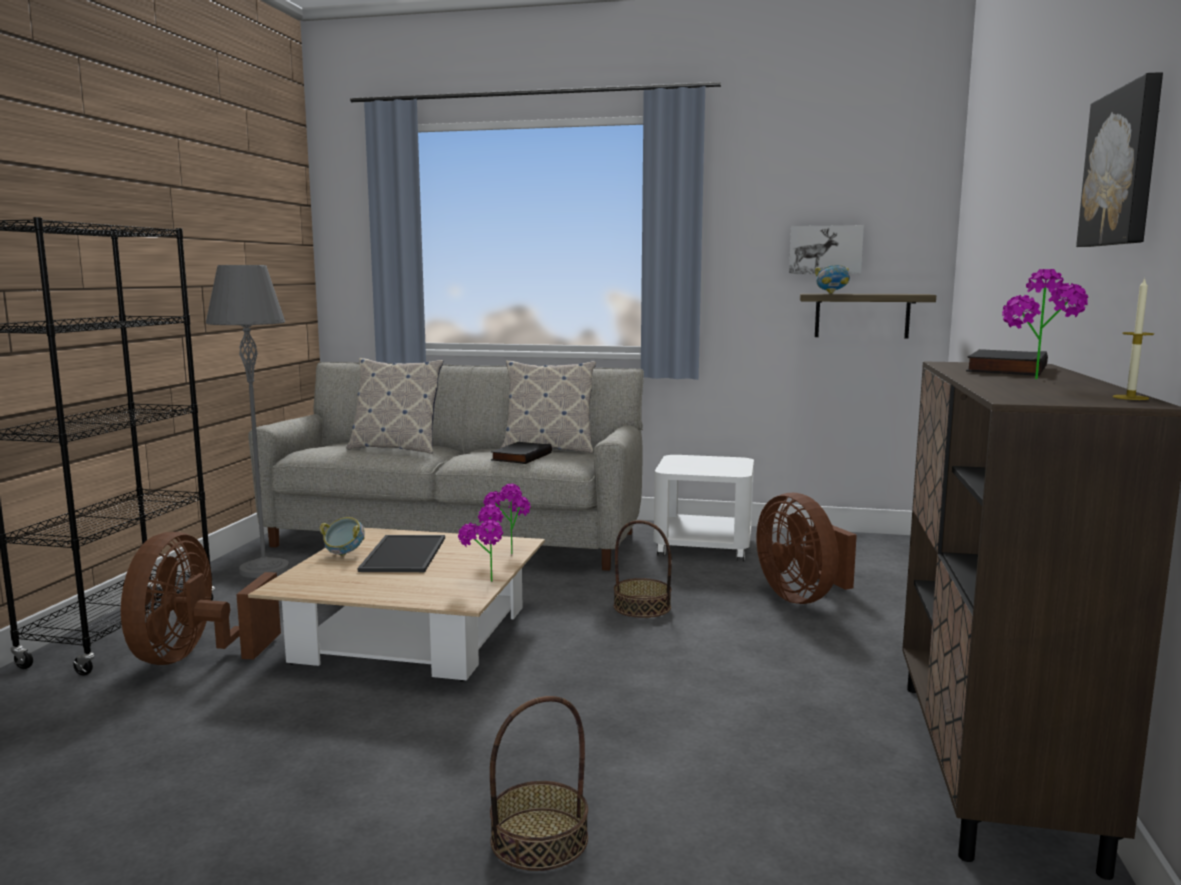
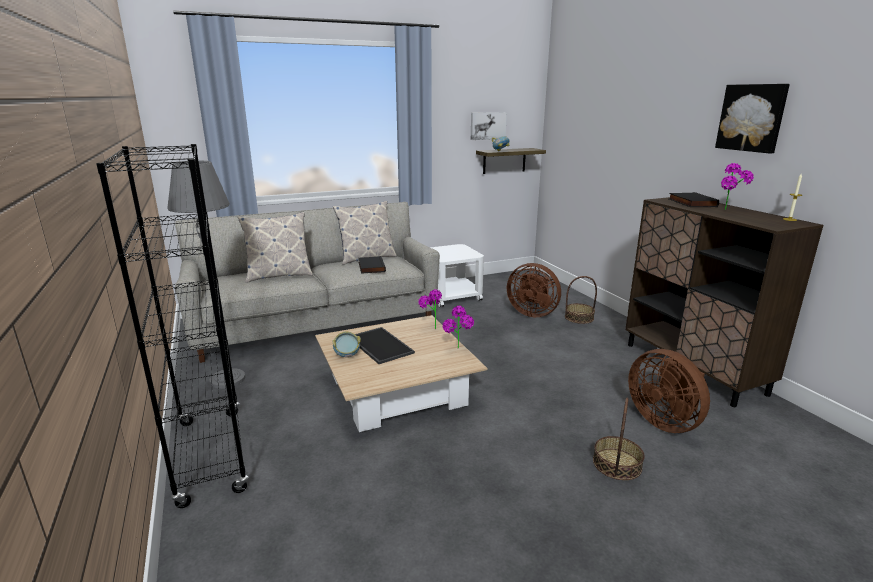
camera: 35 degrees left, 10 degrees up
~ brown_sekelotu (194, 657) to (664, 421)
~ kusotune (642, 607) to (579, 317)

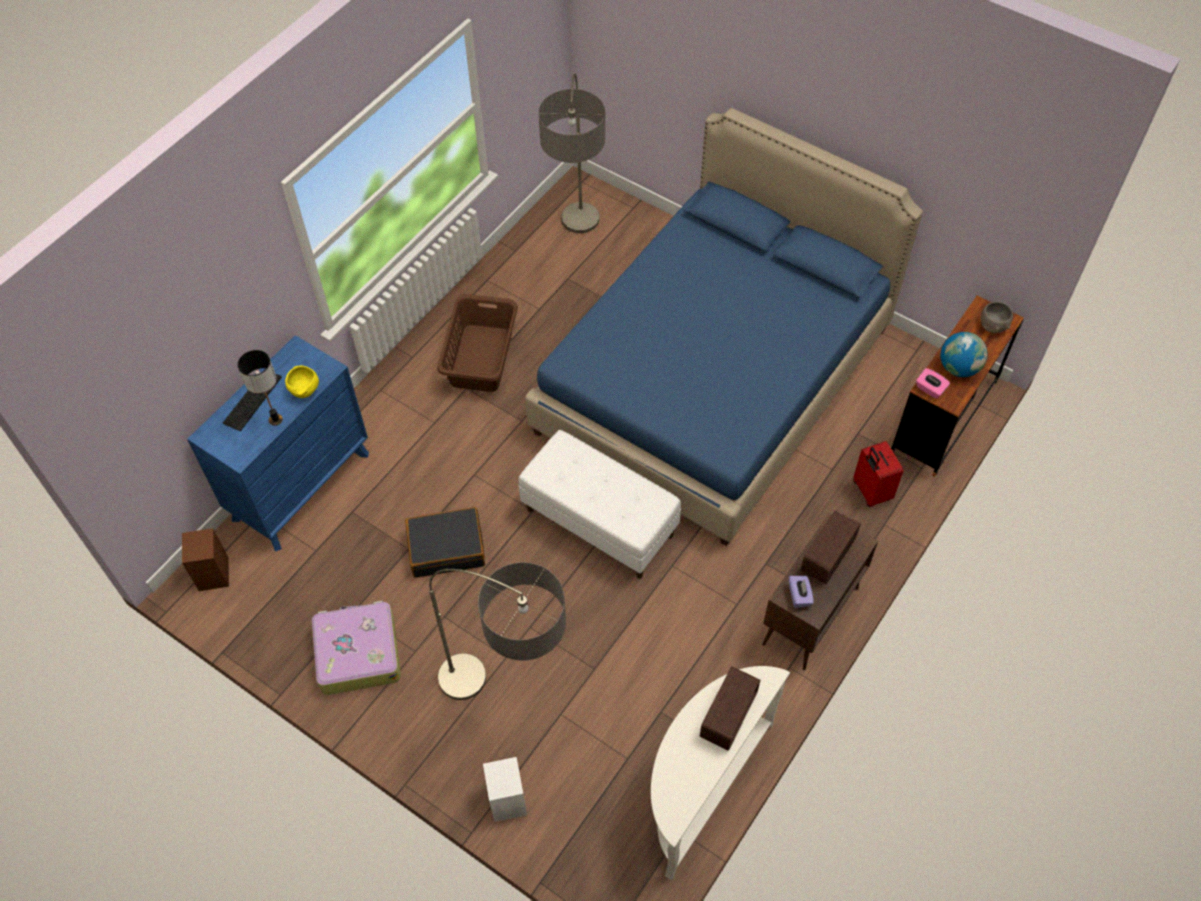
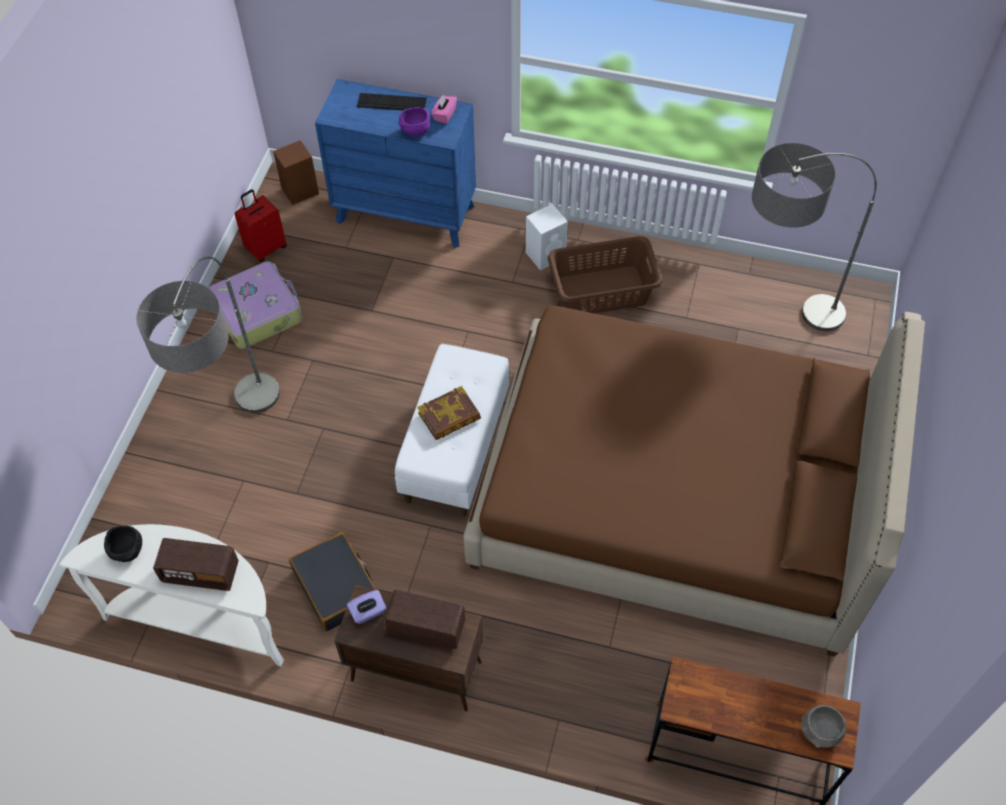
camera: 70 degrees right, 0 degrees up
- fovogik (275, 420)
~ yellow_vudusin (305, 391) to purple_vudusin (415, 132)
~ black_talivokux (446, 548) to (337, 587)
~ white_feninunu (507, 799) to (546, 254)
~ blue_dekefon (713, 380) to brown_dekefon (674, 498)
~ red_talivokux (870, 491) to (266, 248)
~ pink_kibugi (930, 389) to (444, 115)
- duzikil (958, 368)
+ black_vudusin (128, 551)
+ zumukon (449, 417)

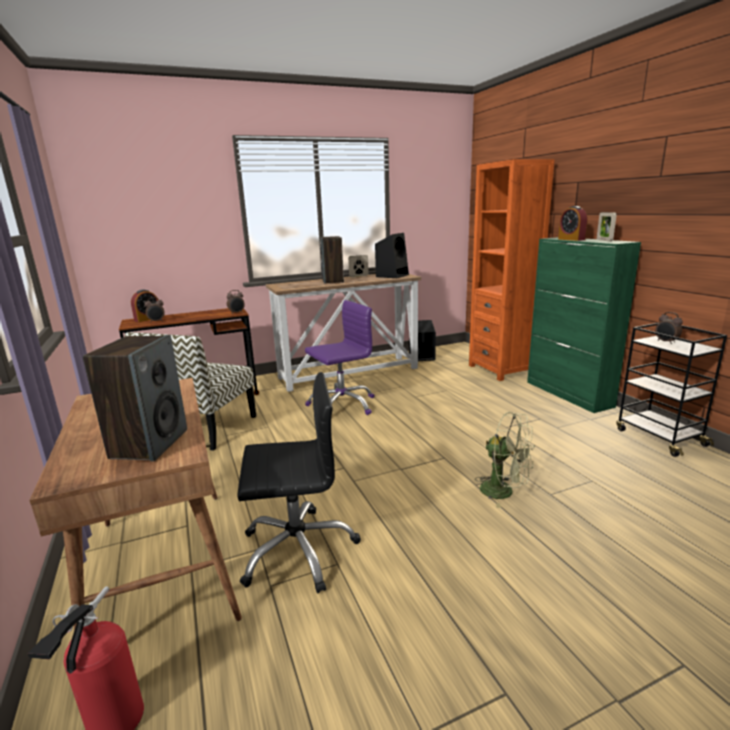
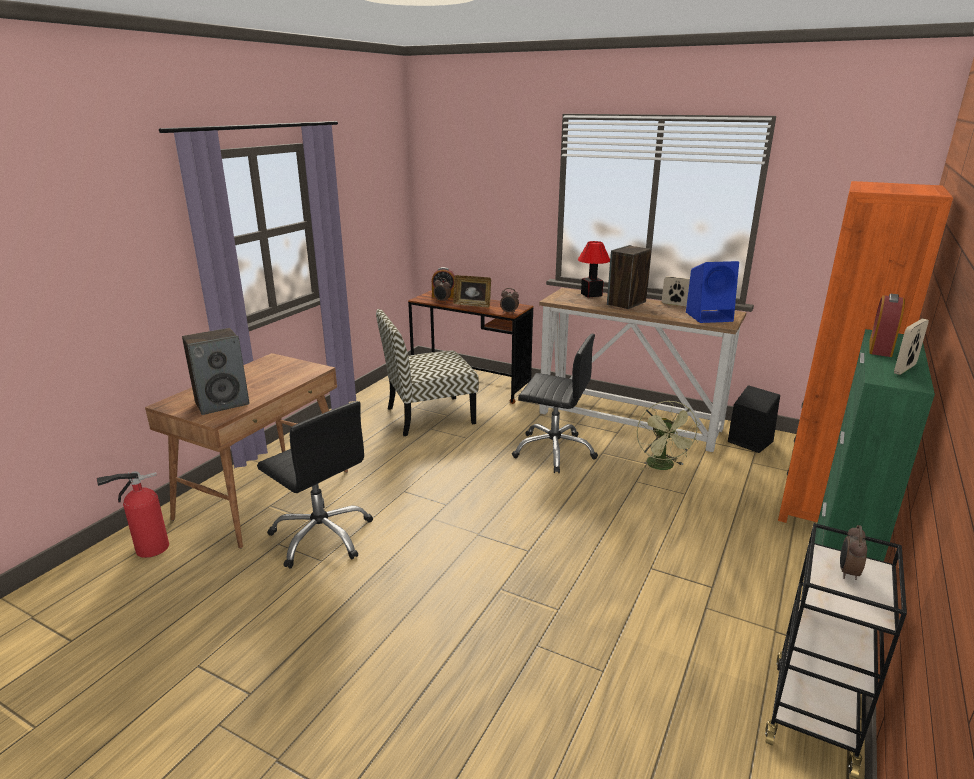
camera: 50 degrees right, 5 degrees up
~ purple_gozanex (342, 405) to black_gozanex (554, 451)
~ black_feninunu (392, 275) to blue_feninunu (710, 316)
~ green_sekelotu (504, 492) to (663, 467)
+ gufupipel (472, 305)
+ fovogik (591, 295)

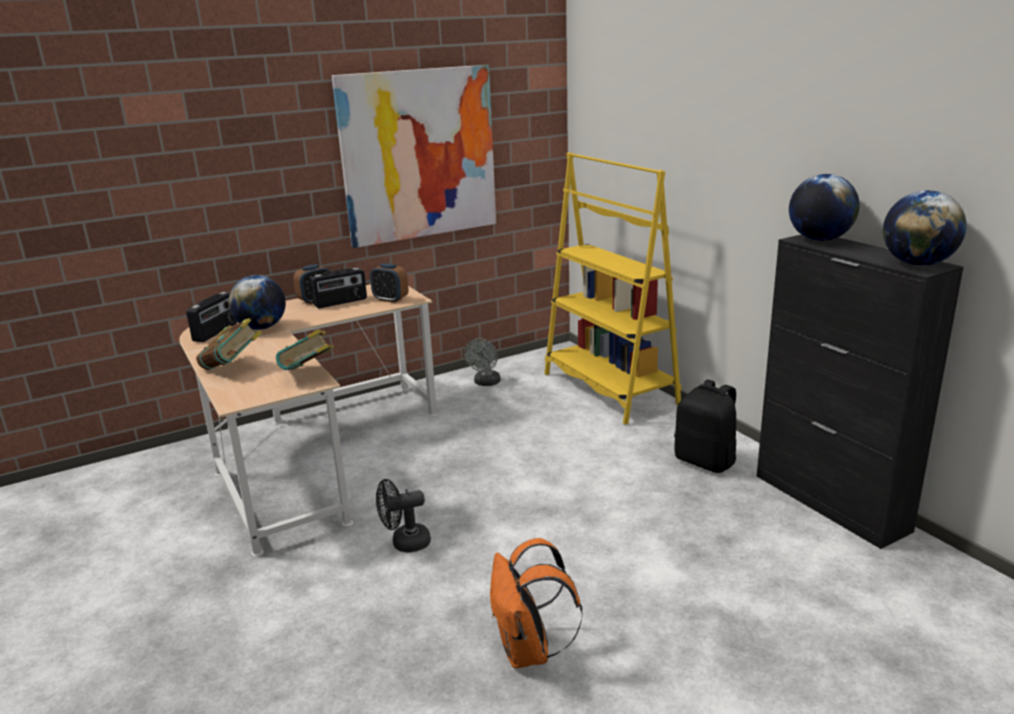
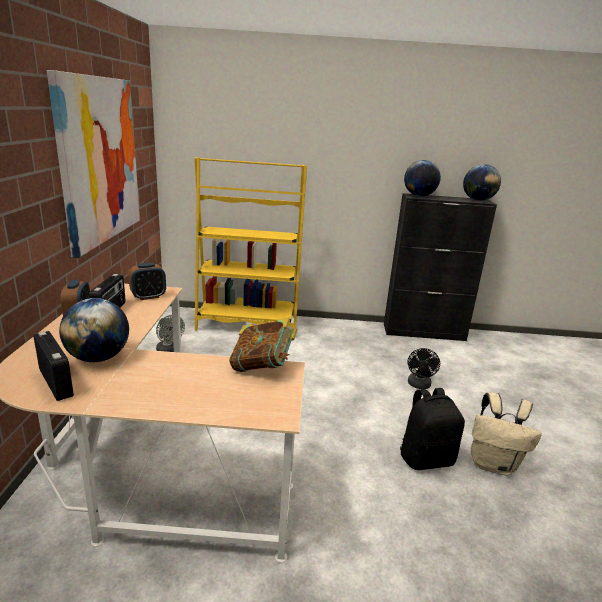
camera: 60 degrees left, 0 degrees up
- zumukon (233, 368)
~ black_sekelotu (405, 543) to (419, 385)
~ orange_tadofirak (529, 651) to beige_tadofirak (493, 464)
~ black_tadofirak (706, 461) to (426, 458)

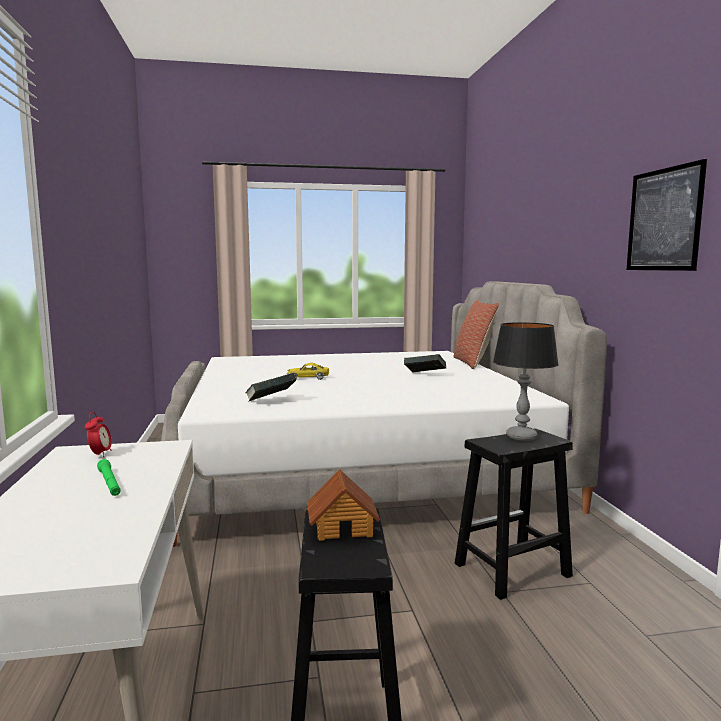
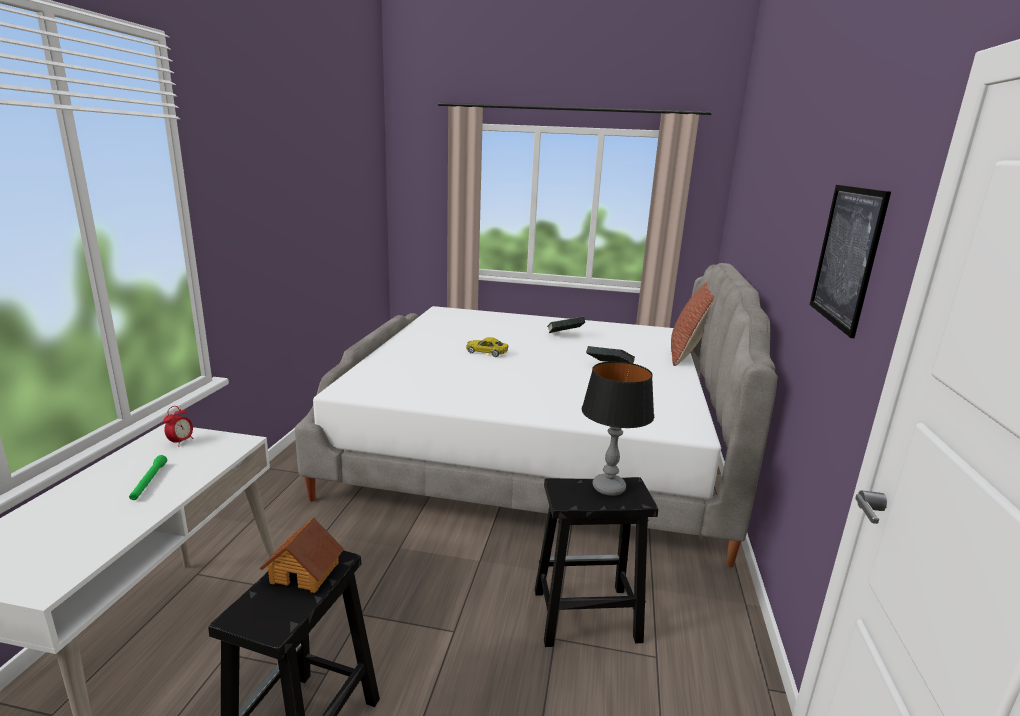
camera: 20 degrees right, 10 degrees up
~ zumukon (271, 401) to (564, 335)

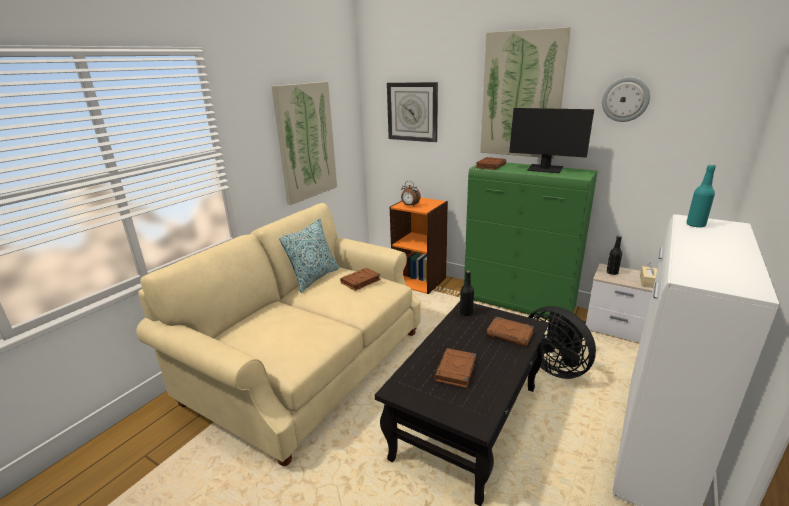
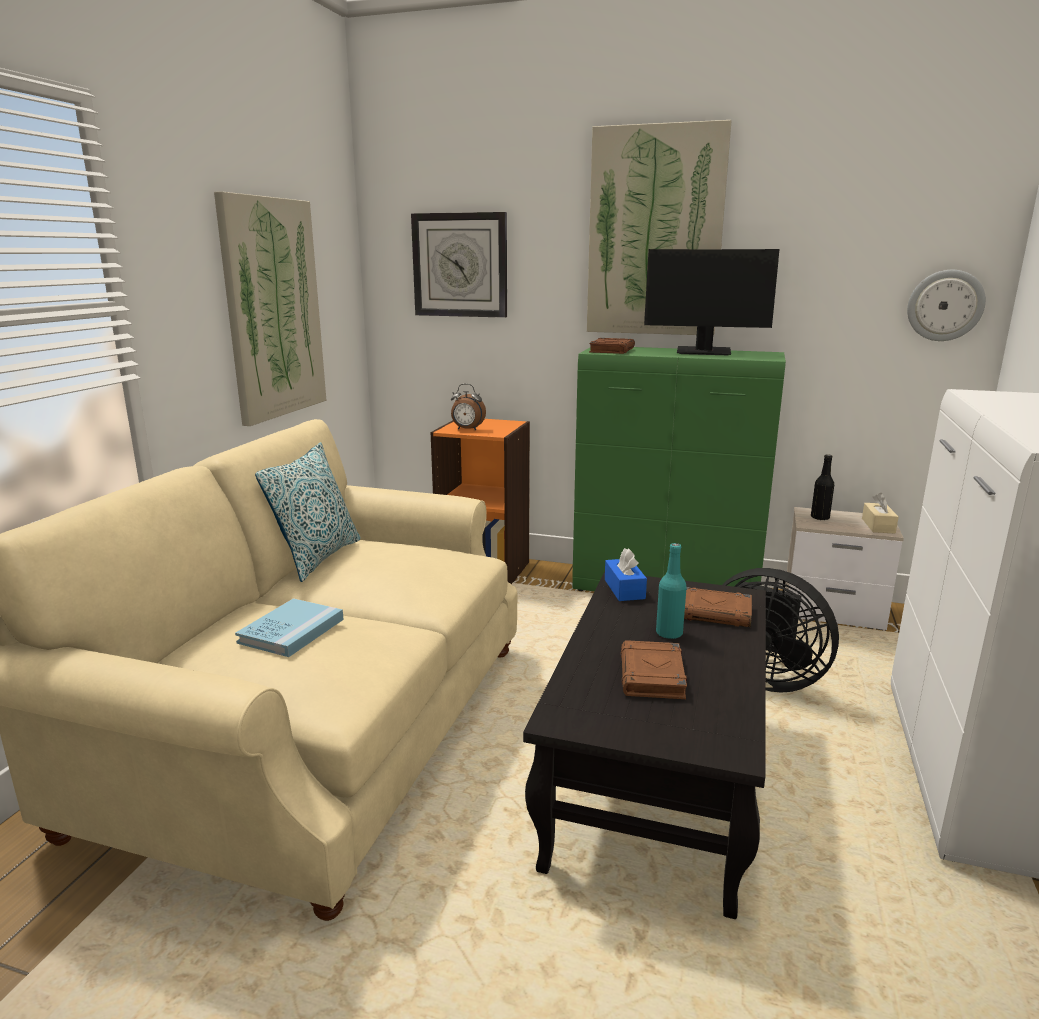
camera: 15 degrees left, 5 degrees down
- brown_zumukon (360, 281)
~ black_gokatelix (466, 313) to blue_kibugi (624, 589)
~ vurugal (625, 99) to (945, 305)
~ turquoise_gokatelix (695, 225) to (669, 633)
+ blue_zumukon (291, 631)

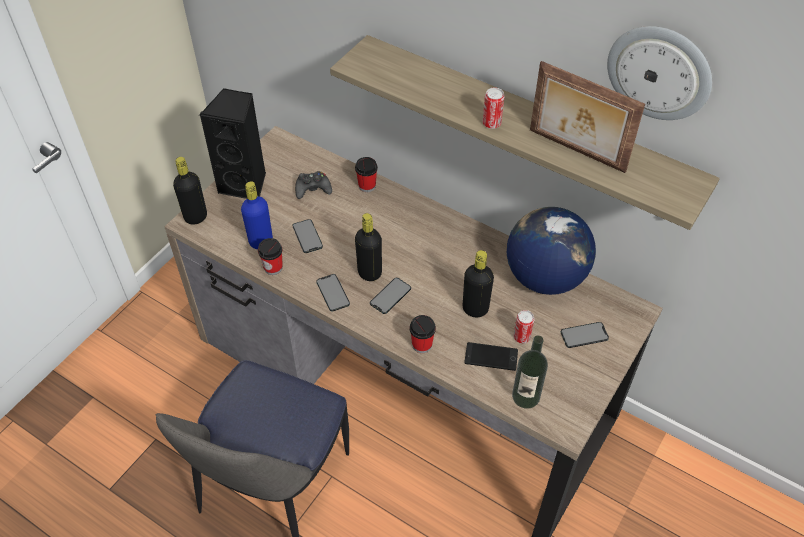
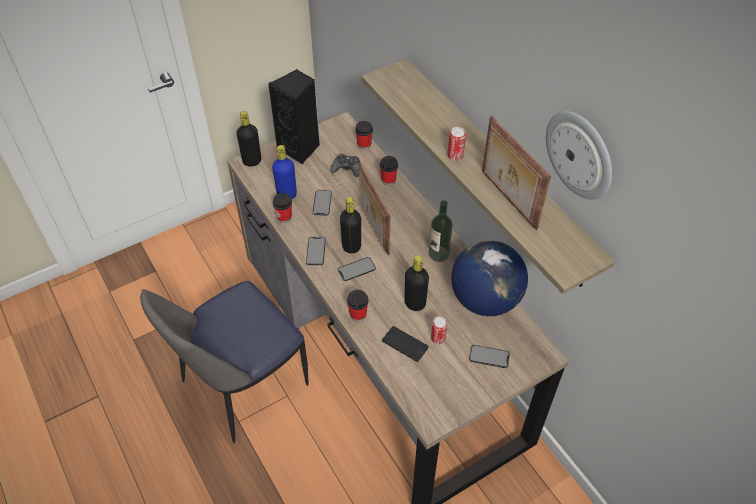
camera: 25 degrees right, 0 degrees up
~ gokatelix (525, 396) to (438, 254)
+ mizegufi (364, 144)
+ gufupipel (373, 229)

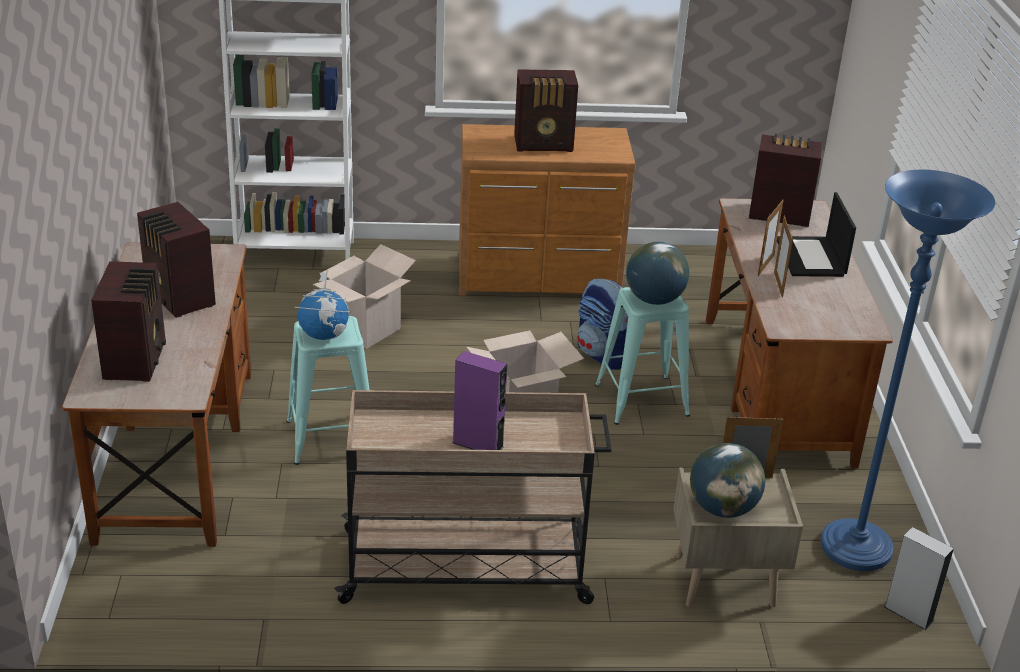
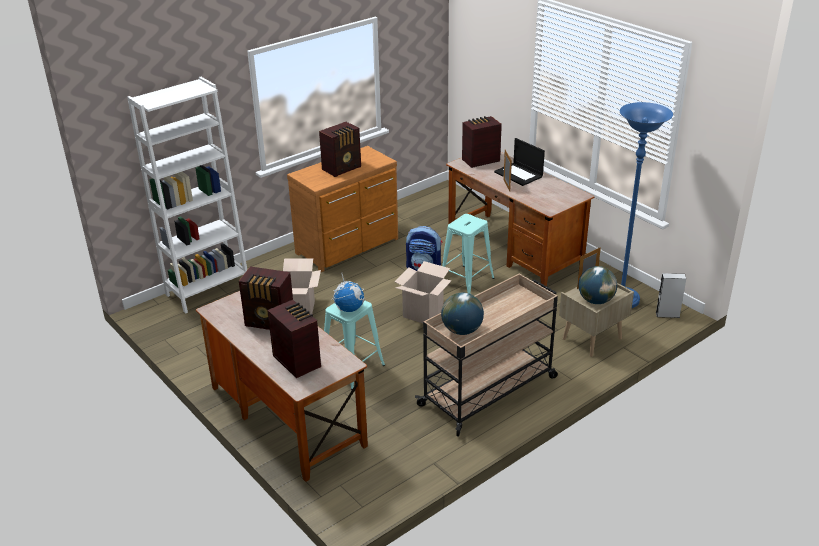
camera: 35 degrees left, 0 degrees up
- purple_feninunu (478, 444)
~ duzikil (655, 300) to (462, 330)
- gufupipel (778, 284)

